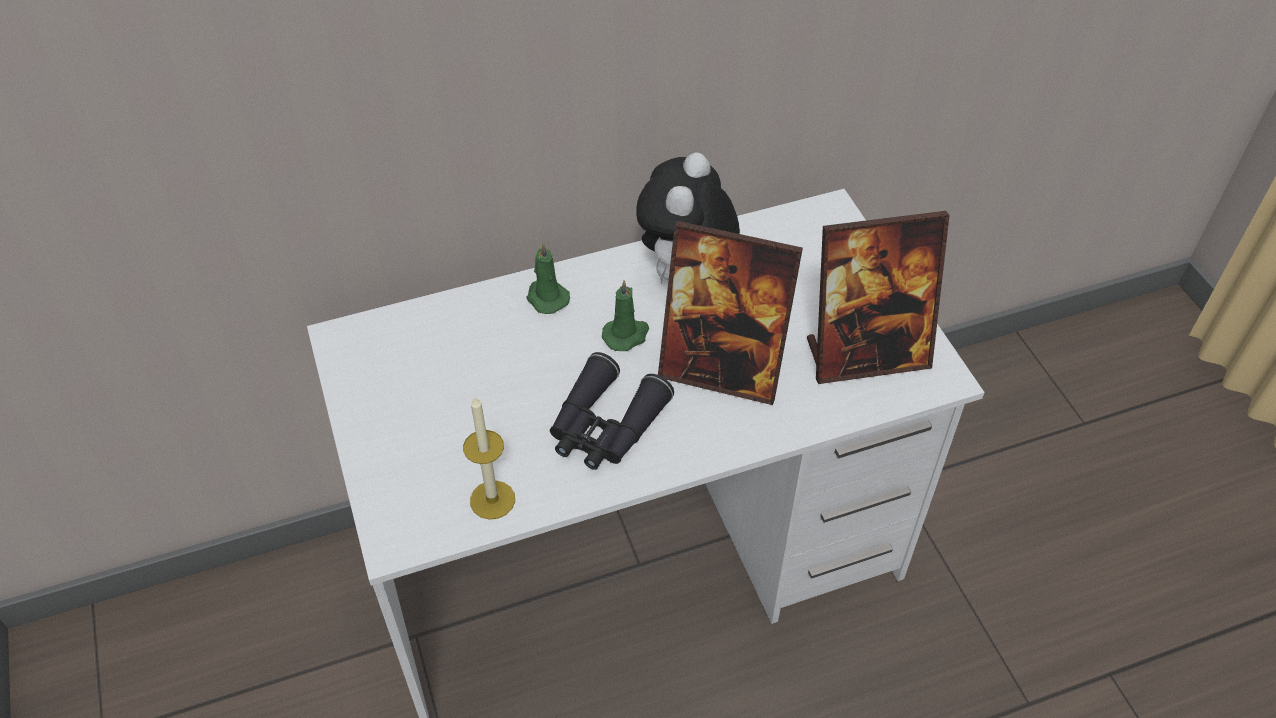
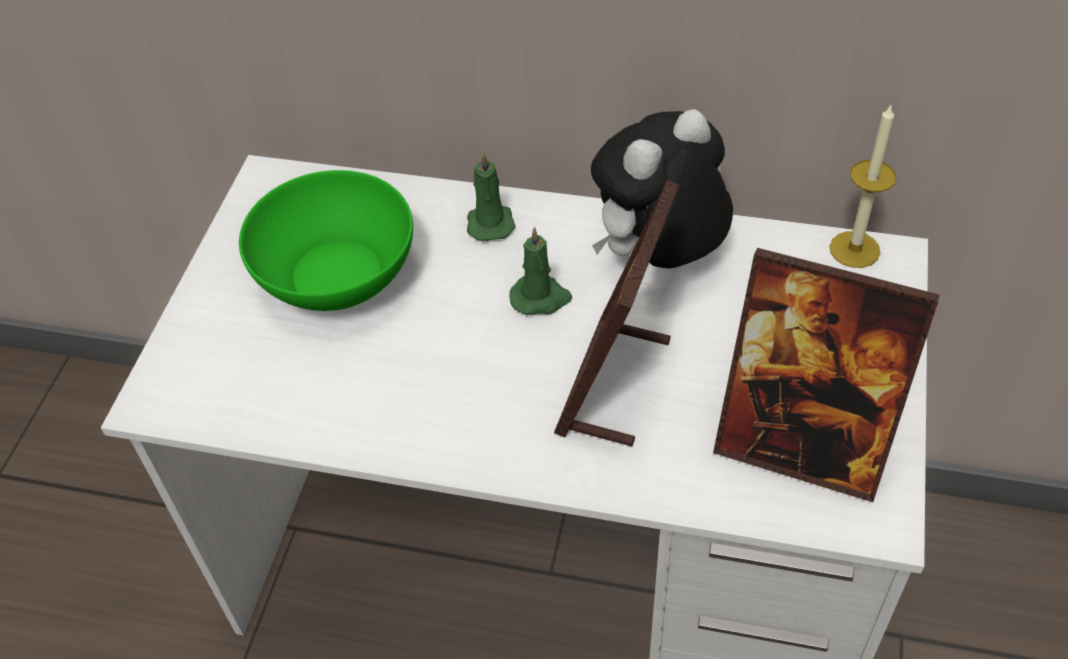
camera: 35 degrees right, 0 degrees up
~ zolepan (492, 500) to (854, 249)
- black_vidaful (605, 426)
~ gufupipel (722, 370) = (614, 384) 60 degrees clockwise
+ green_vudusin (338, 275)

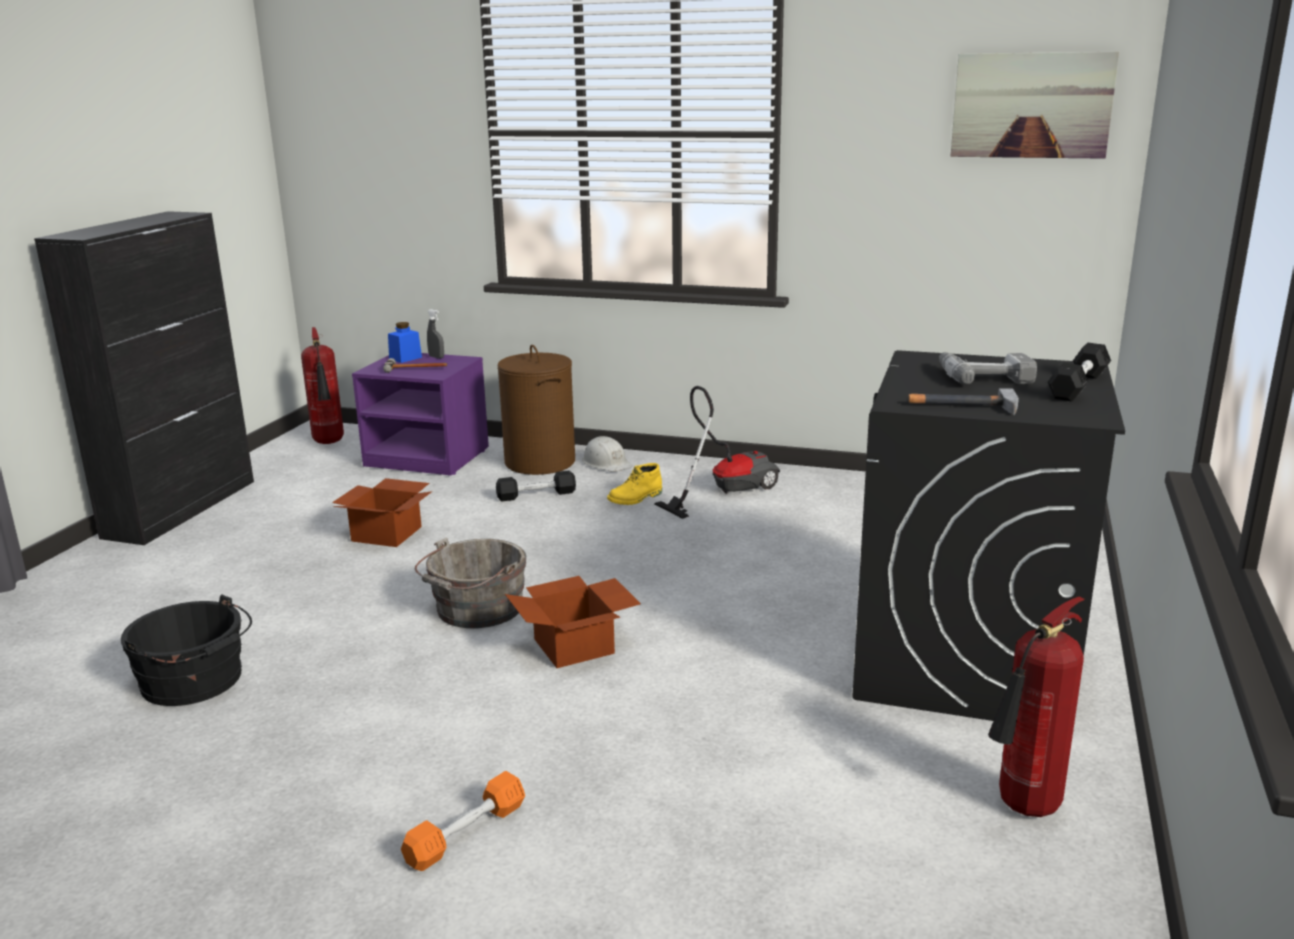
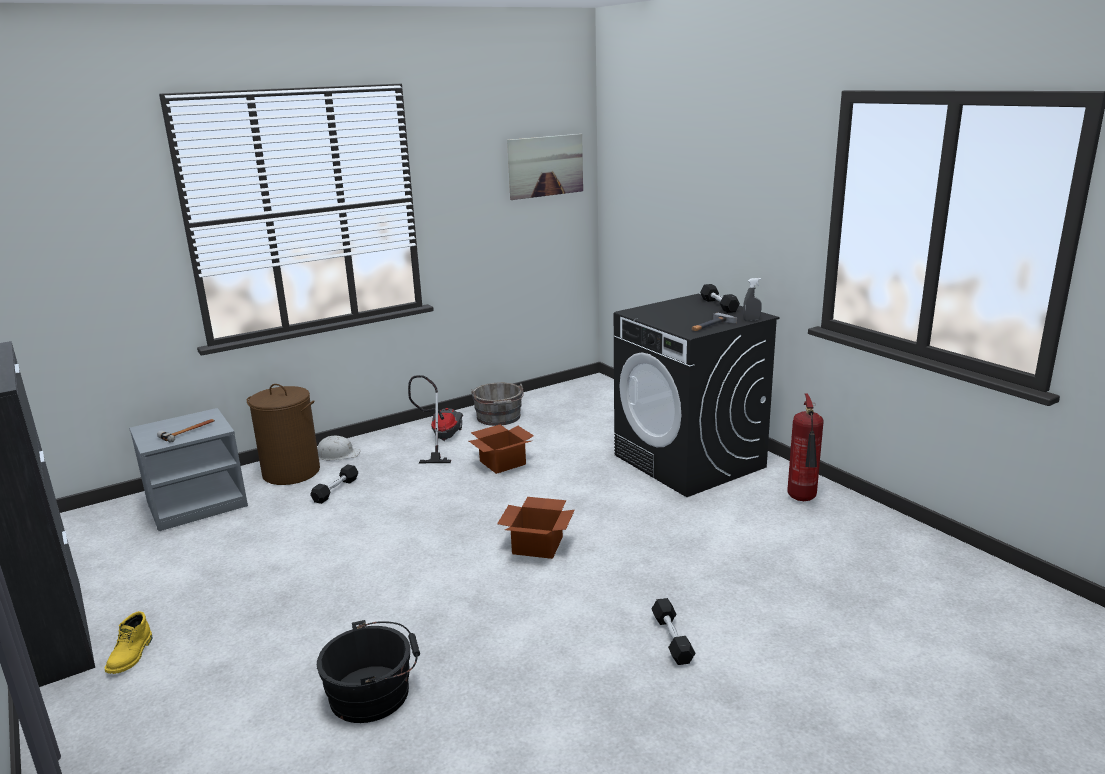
camera: 50 degrees left, 0 degrees up
- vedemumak (329, 443)
~ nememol (388, 533) to (502, 462)
~ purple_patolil (429, 457) to grey_patolil (198, 504)
- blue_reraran (405, 358)
~ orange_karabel (466, 834) to black_karabel (672, 639)
~ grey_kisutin (476, 610) to (499, 418)
~ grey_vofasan (436, 357) to (751, 320)
~ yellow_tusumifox (635, 498) to (131, 656)
- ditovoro (983, 376)

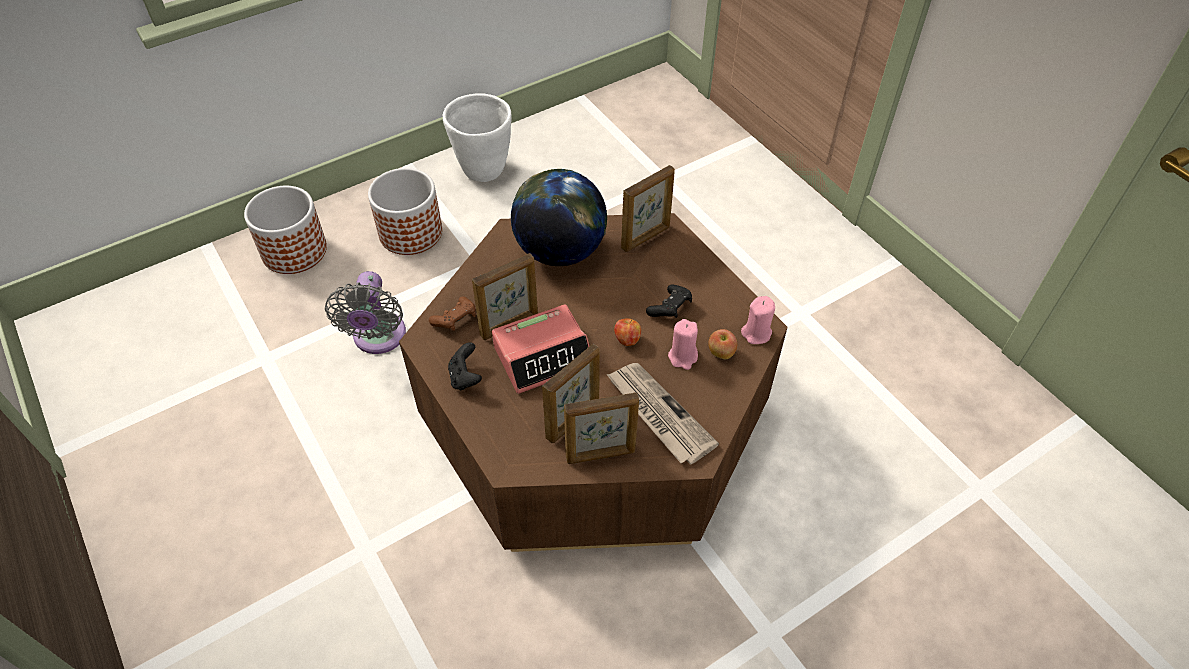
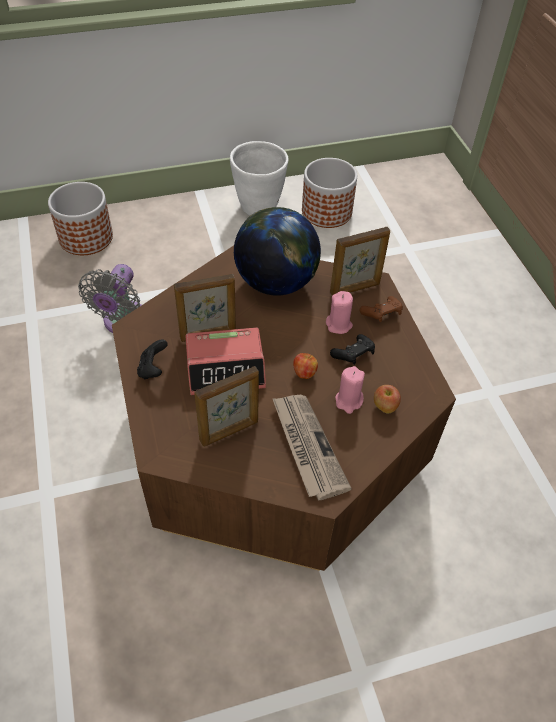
camera: 15 degrees right, 0 degrees up
~ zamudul (410, 233) to (326, 212)
~ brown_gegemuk (455, 320) to (381, 314)
- gufupipel (601, 455)
~ pink_zolepan (756, 333) to (339, 325)

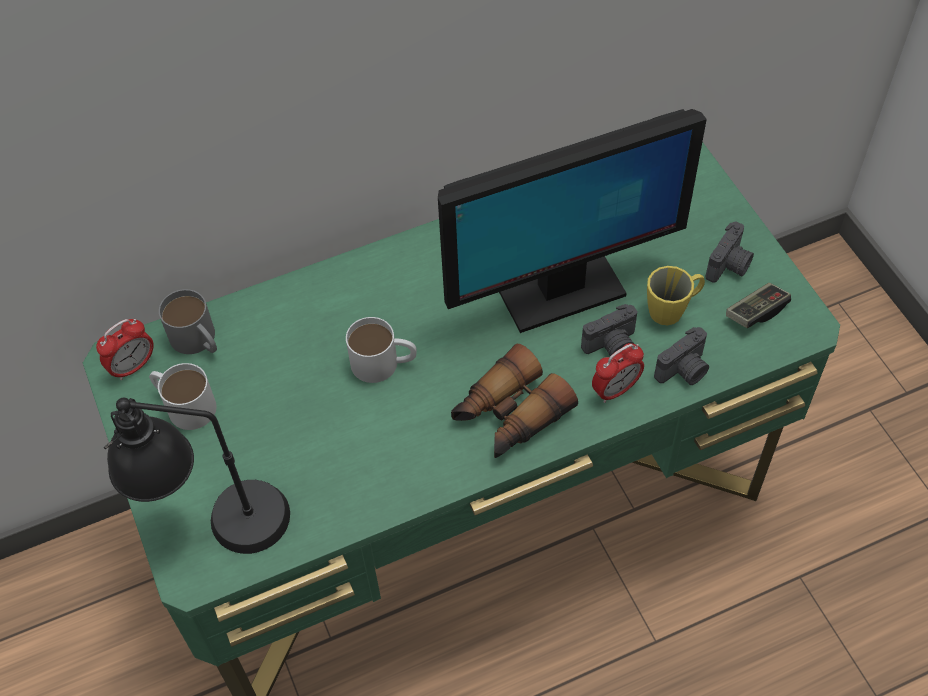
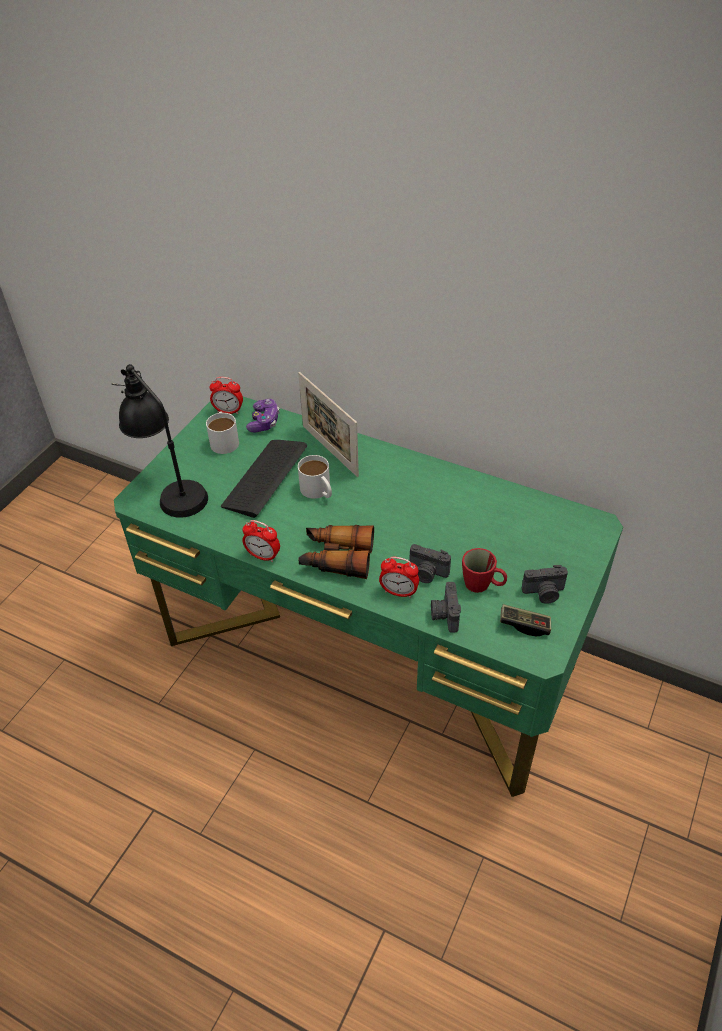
camera: 50 degrees right, 10 degrees down
~ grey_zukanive (198, 341) to gegemuk (264, 422)
- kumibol (559, 291)
~ yellow_zukanive (673, 309) to red_zukanive (482, 585)
~ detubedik (684, 371) = (444, 615) 75 degrees clockwise
+ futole (265, 478)
+ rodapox (263, 556)
+ gufupipel (330, 450)

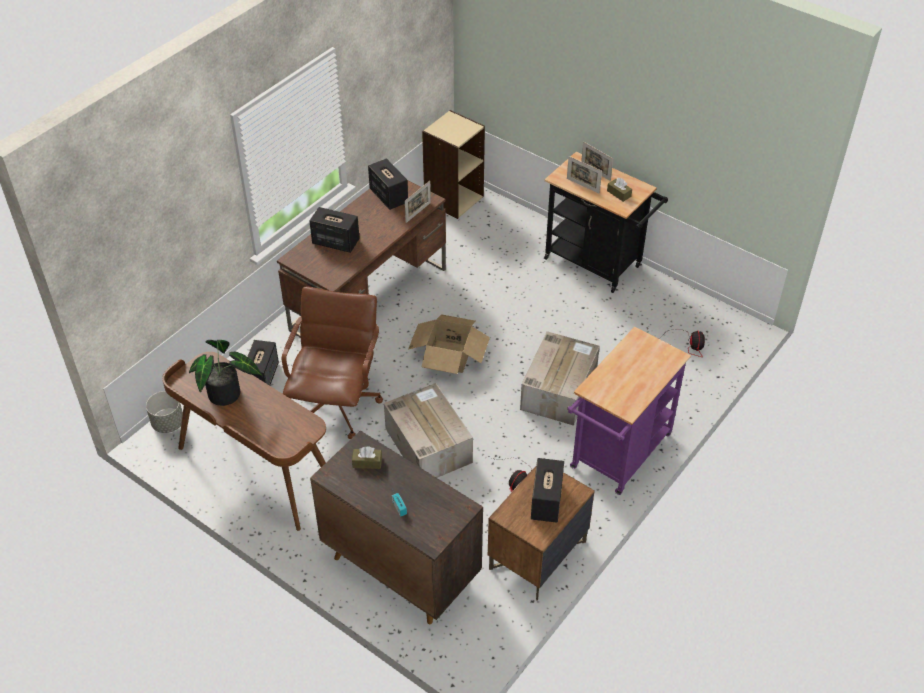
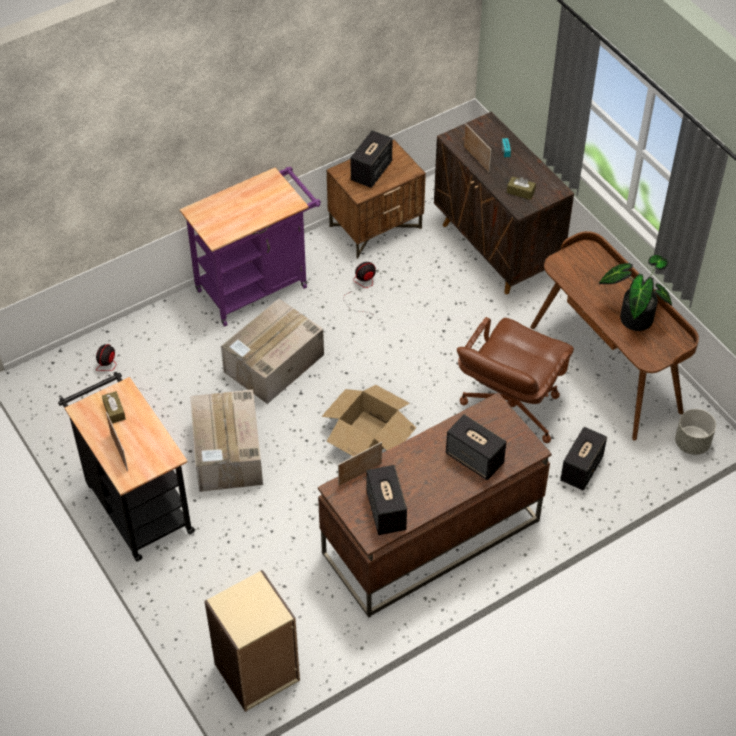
camera: 160 degrees left, 5 degrees up
~ nememol (427, 444) to (228, 453)
~ gufupipel (583, 186) to (476, 159)

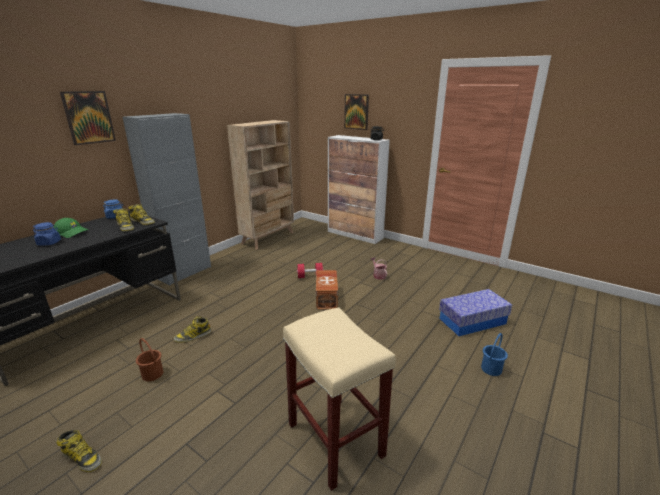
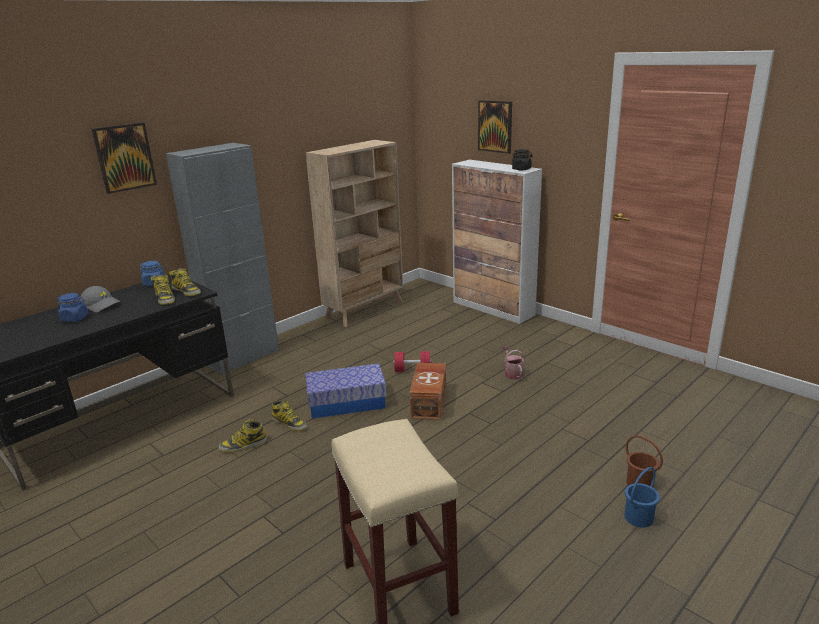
camera: 10 degrees right, 0 degrees up
~ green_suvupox (72, 232) to grey_suvupox (102, 305)
~ tusumifox (82, 458) to (290, 423)
~ brown_kisutin (153, 374) to (639, 483)
~ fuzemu (472, 321) to (347, 402)

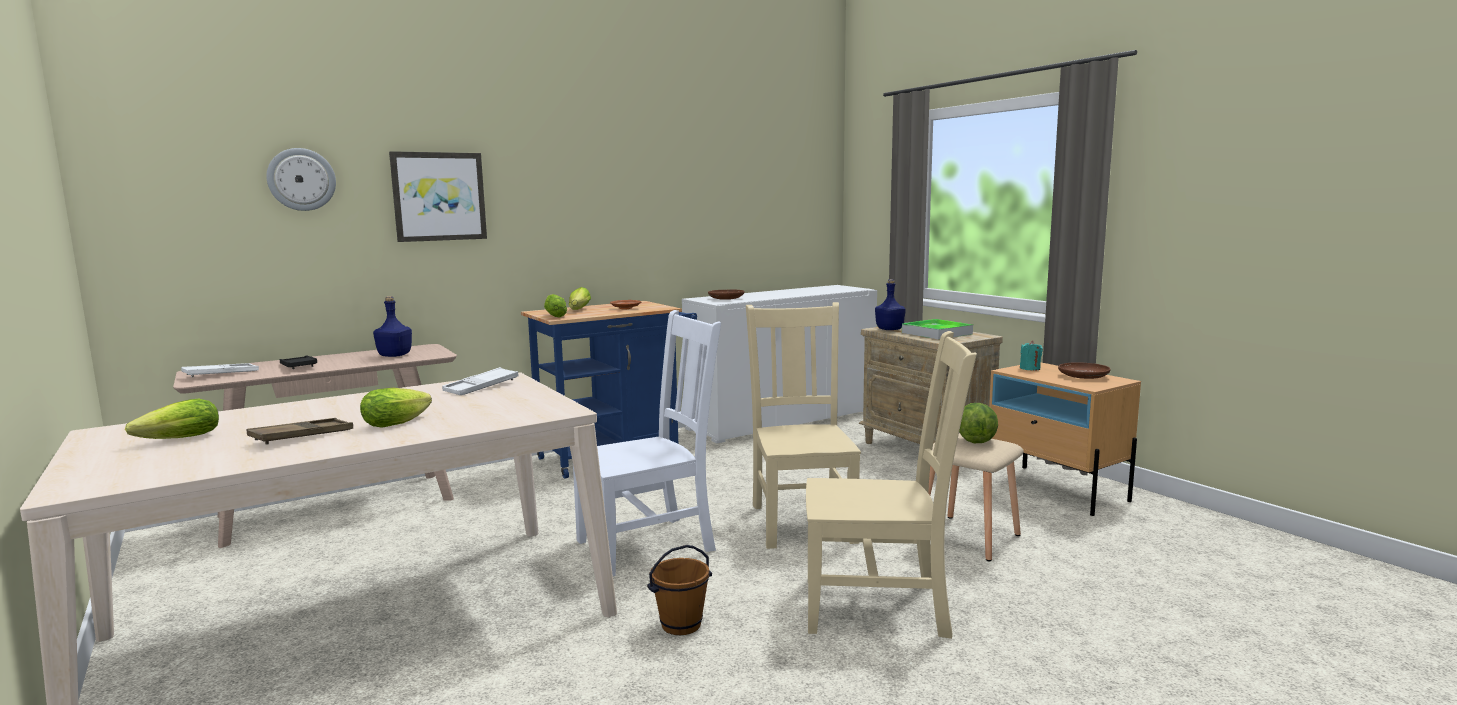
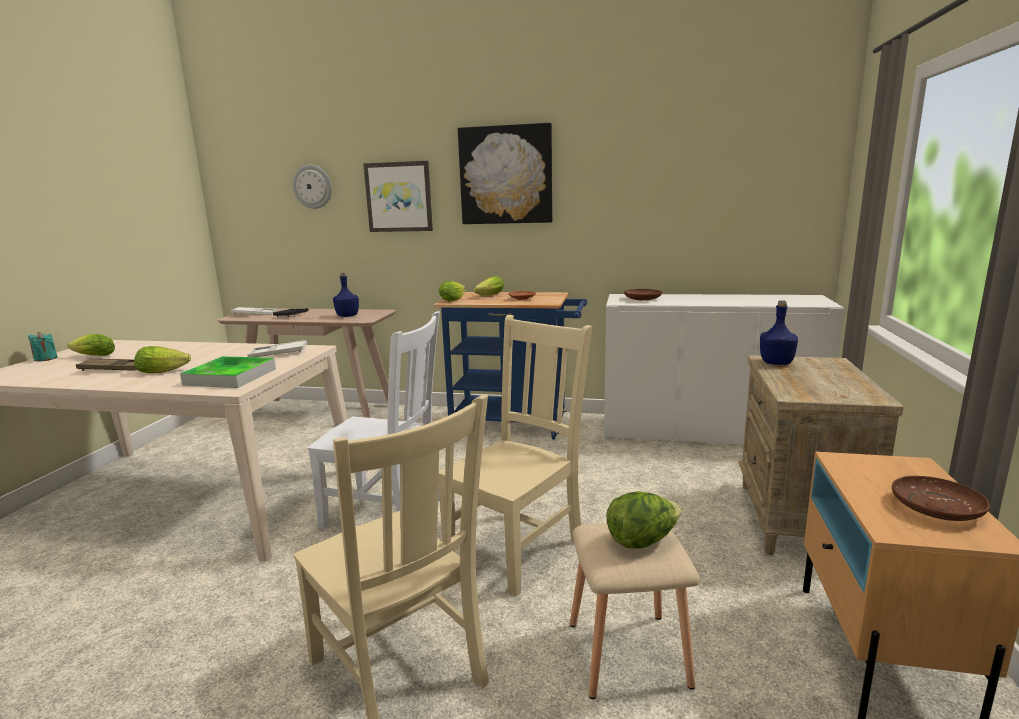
camera: 45 degrees right, 5 degrees up
- brown_kisutin (681, 624)
~ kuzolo (936, 333) to (230, 377)
~ turquoise_zolepan (1030, 368) to (45, 359)
+ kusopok (506, 175)

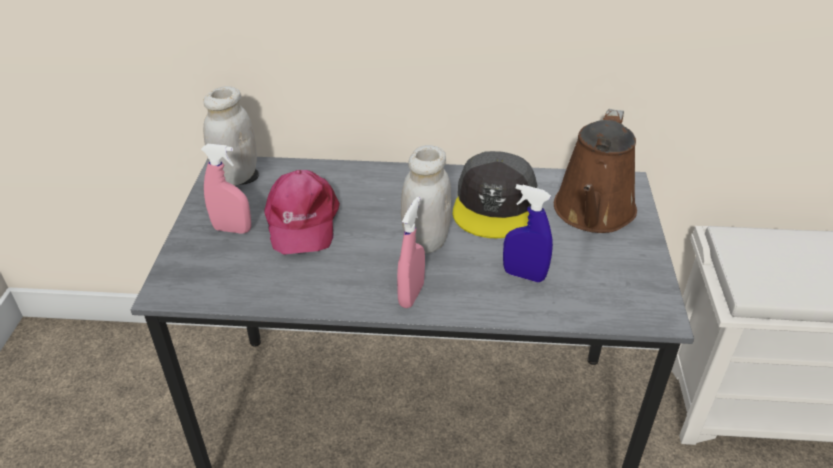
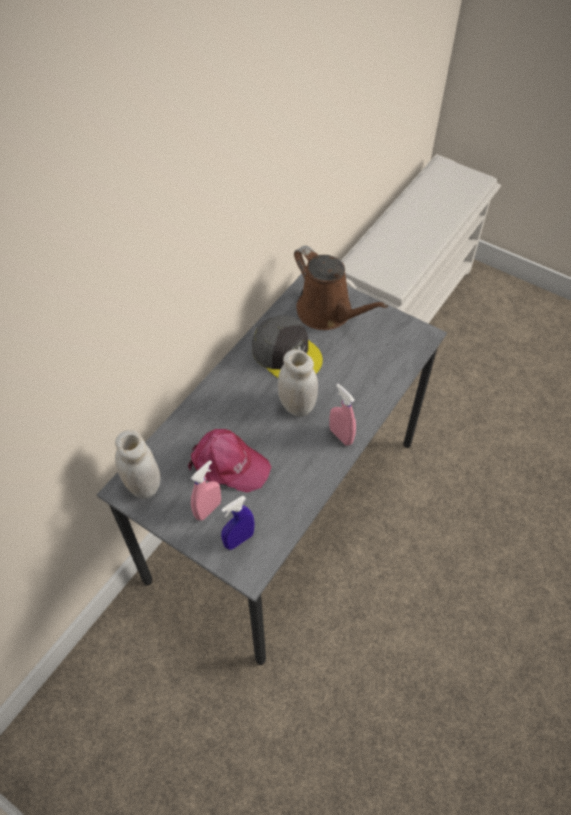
camera: 60 degrees left, 15 degrees up
~ blue_vofasan (524, 275) to (239, 540)

